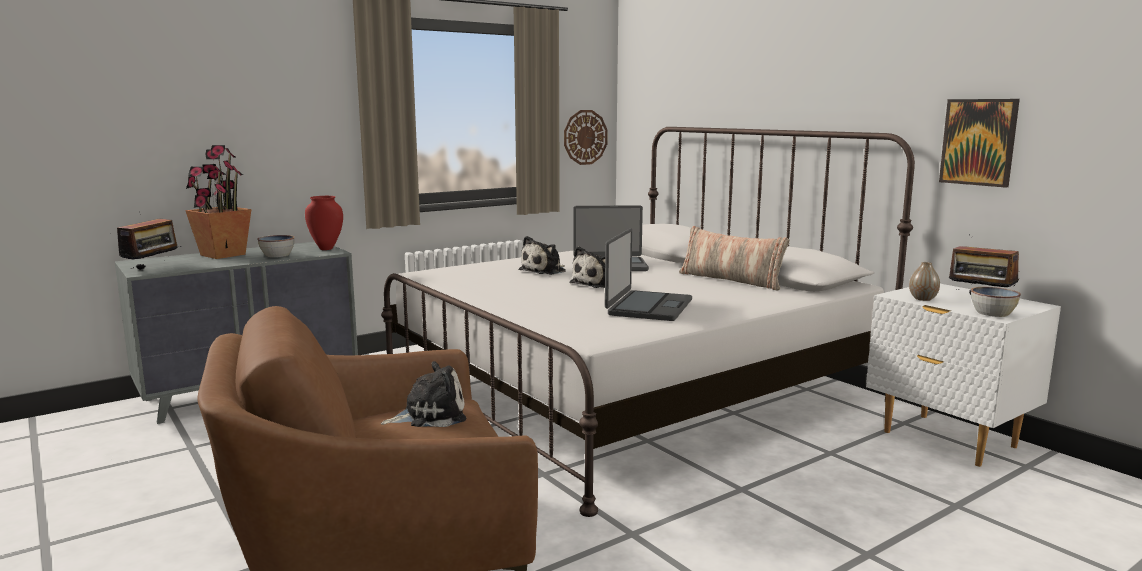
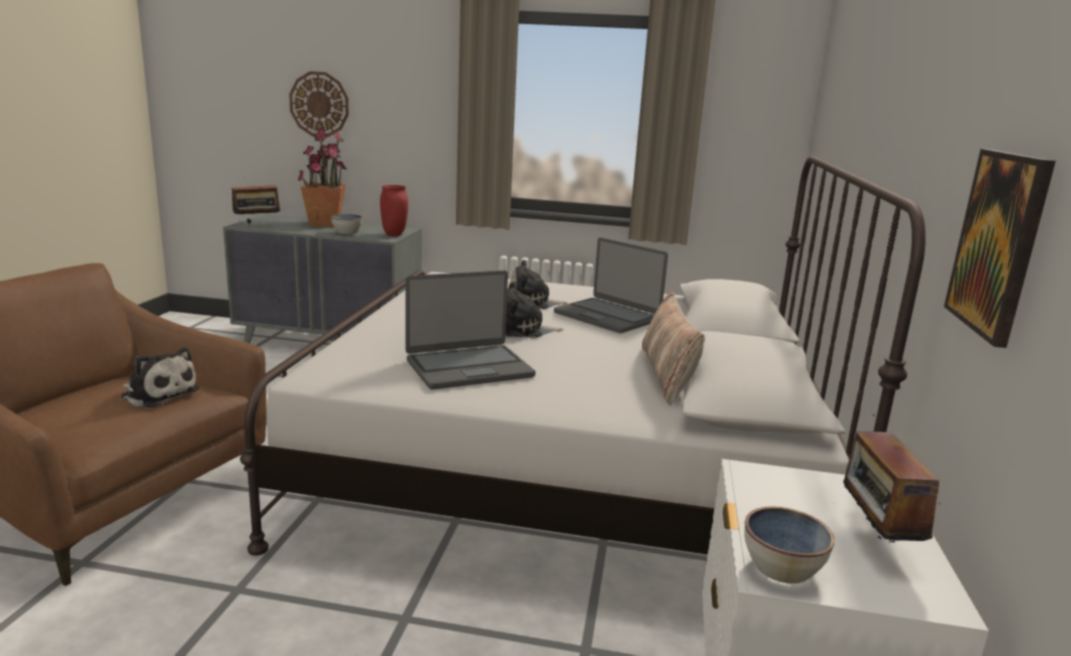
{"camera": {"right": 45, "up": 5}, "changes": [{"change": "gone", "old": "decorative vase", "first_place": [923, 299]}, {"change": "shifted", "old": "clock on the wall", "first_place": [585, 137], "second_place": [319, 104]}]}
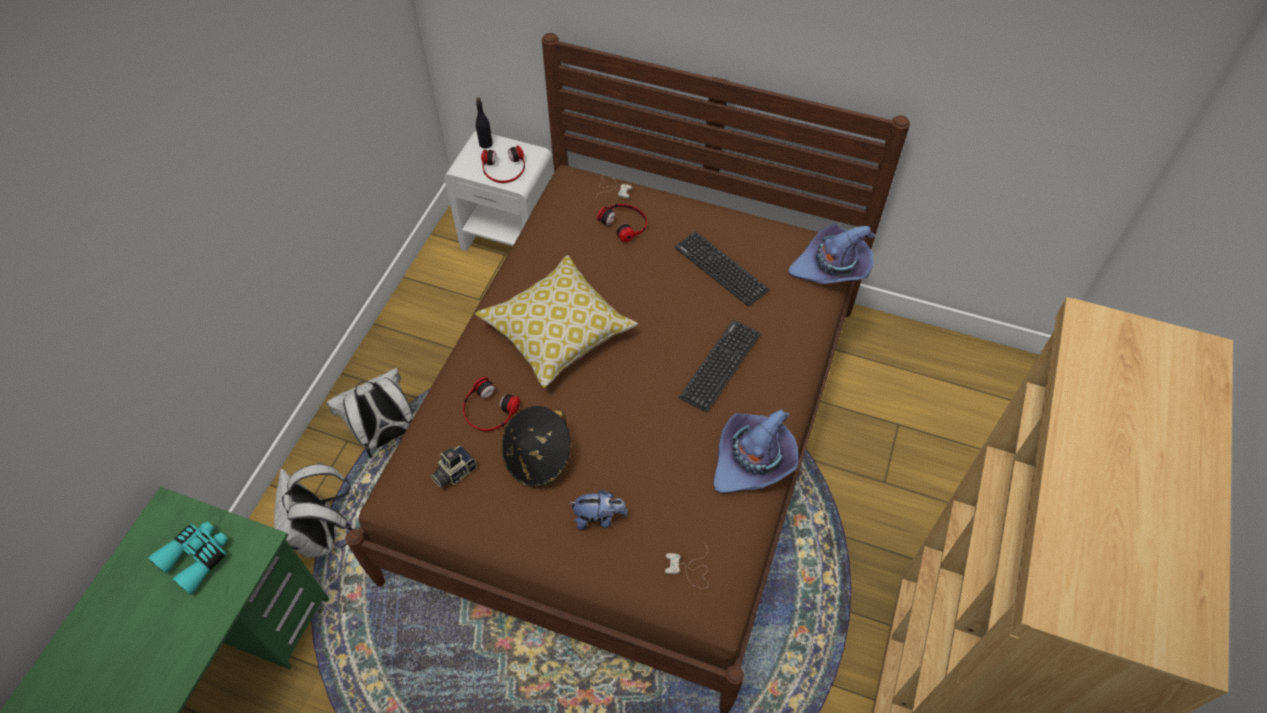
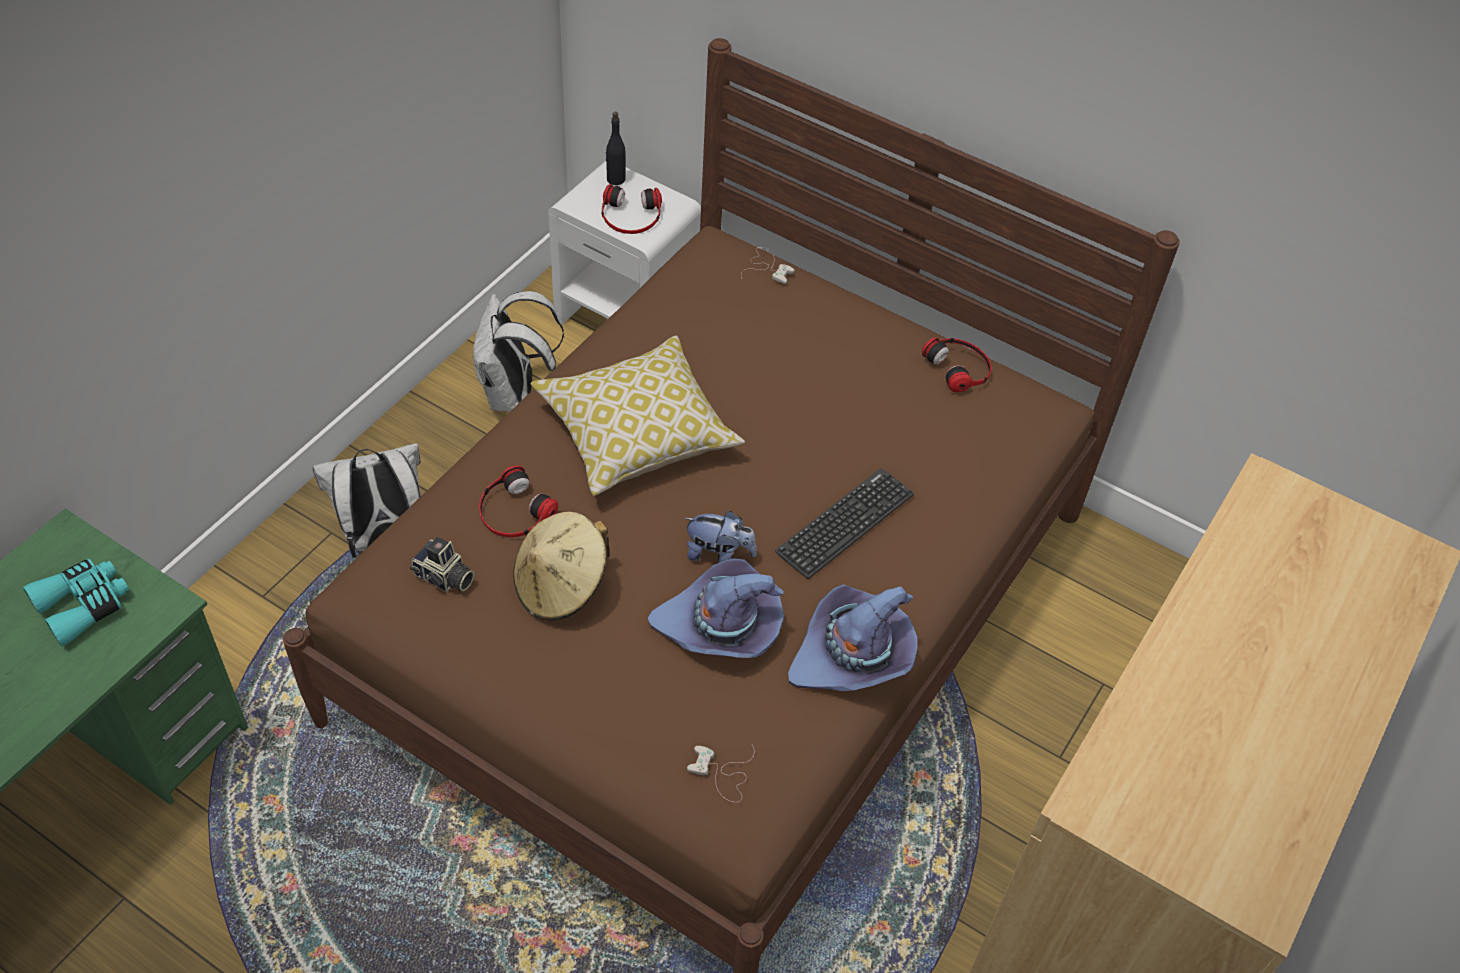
{"camera": {"right": 10, "up": -5}, "changes": [{"change": "gone", "old": "keyboard", "first_place": [721, 268]}, {"change": "shifted", "old": "white knapsack", "first_place": [322, 535], "second_place": [514, 396]}, {"change": "shifted", "old": "plush toy", "first_place": [599, 518], "second_place": [719, 554]}, {"change": "shifted", "old": "headphones", "first_place": [625, 223], "second_place": [959, 367]}, {"change": "shifted", "old": "purple wearable hat", "first_place": [832, 267], "second_place": [721, 627]}, {"change": "repainted", "old": "black wearable hat", "new": "beige-coloured wearable hat", "first_place": [538, 458], "second_place": [561, 586]}, {"change": "rotated", "old": "still camera", "first_place": [453, 472], "second_place": [444, 578], "degrees": -120}]}
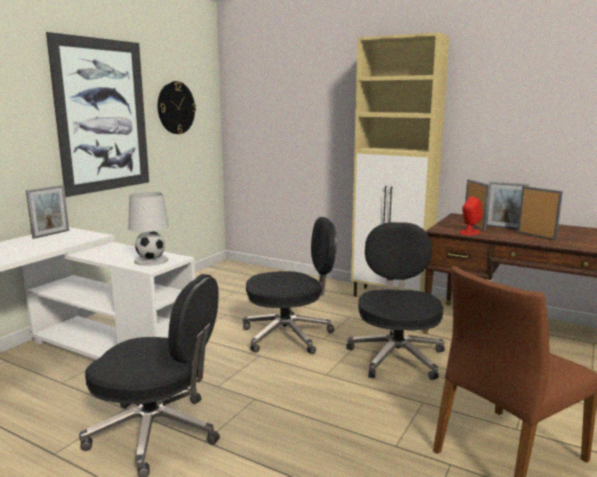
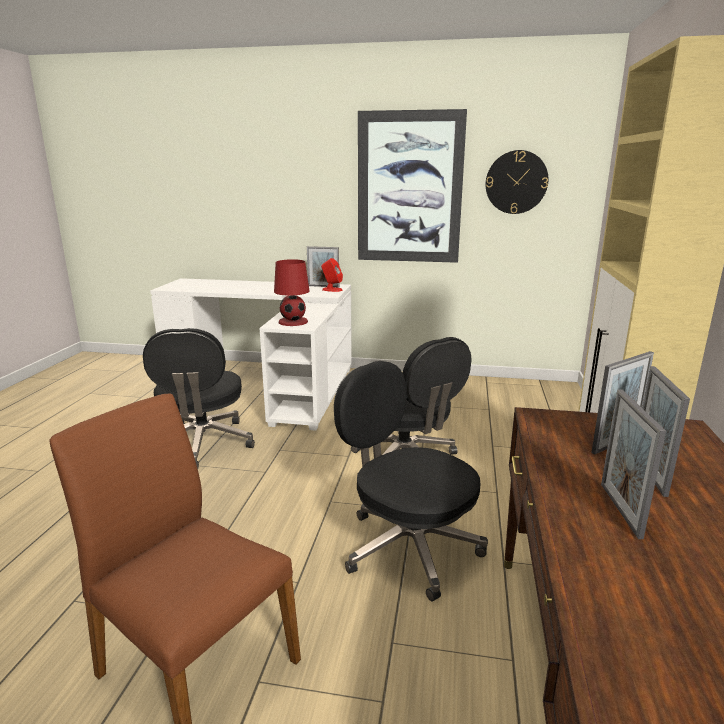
{"camera": {"right": 70, "up": 5}, "changes": [{"change": "shifted", "old": "reddish speaker", "first_place": [469, 232], "second_place": [332, 289]}, {"change": "repainted", "old": "white table lamp", "new": "reddish table lamp", "first_place": [151, 260], "second_place": [293, 322]}, {"change": "rotated", "old": "black desk chair", "first_place": [396, 356], "second_place": [408, 546], "degrees": -120}, {"change": "rotated", "old": "photo frame", "first_place": [536, 236], "second_place": [620, 509], "degrees": 150}]}
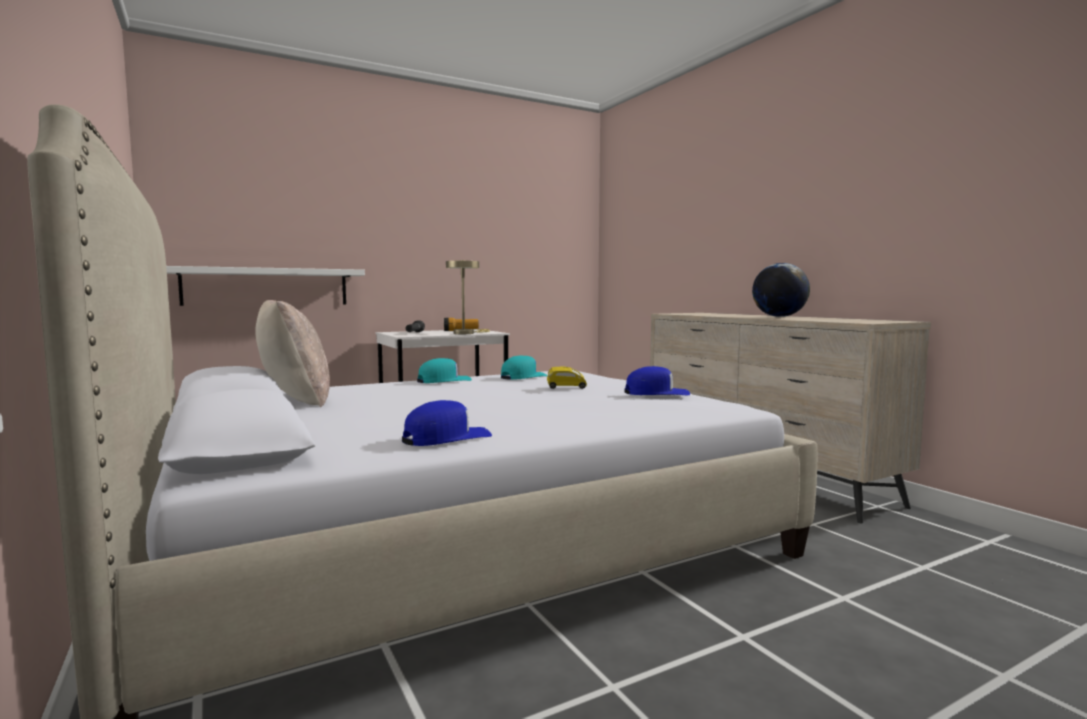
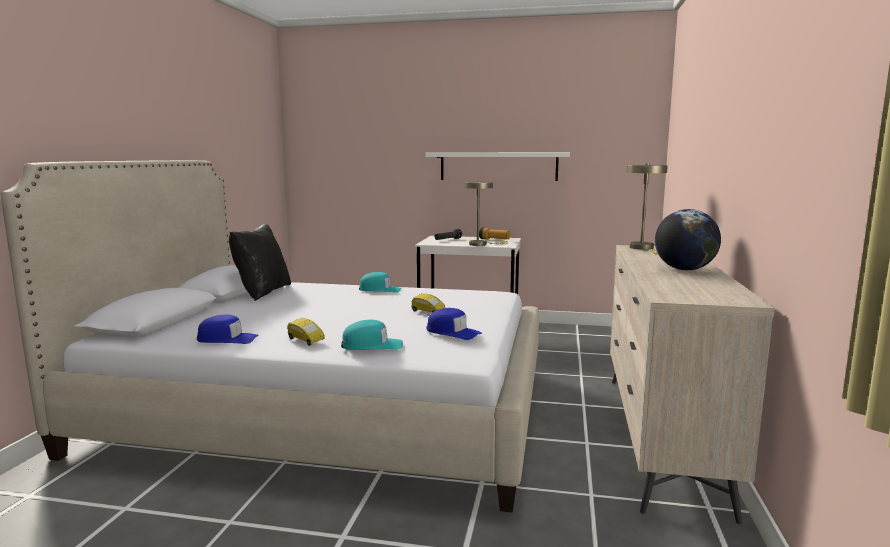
{"camera": {"right": 40, "up": 5}, "changes": [{"change": "new", "new": "yellowish toy car", "second_place": [305, 340]}, {"change": "new", "new": "beige-coloured table lamp", "second_place": [643, 248]}, {"change": "shifted", "old": "white shelf", "first_place": [267, 287], "second_place": [498, 166]}, {"change": "shifted", "old": "turquoise-coloured peaked cap", "first_place": [523, 377], "second_place": [372, 345]}, {"change": "repainted", "old": "beige-coloured pillow", "new": "black pillow", "first_place": [294, 400], "second_place": [262, 292]}]}
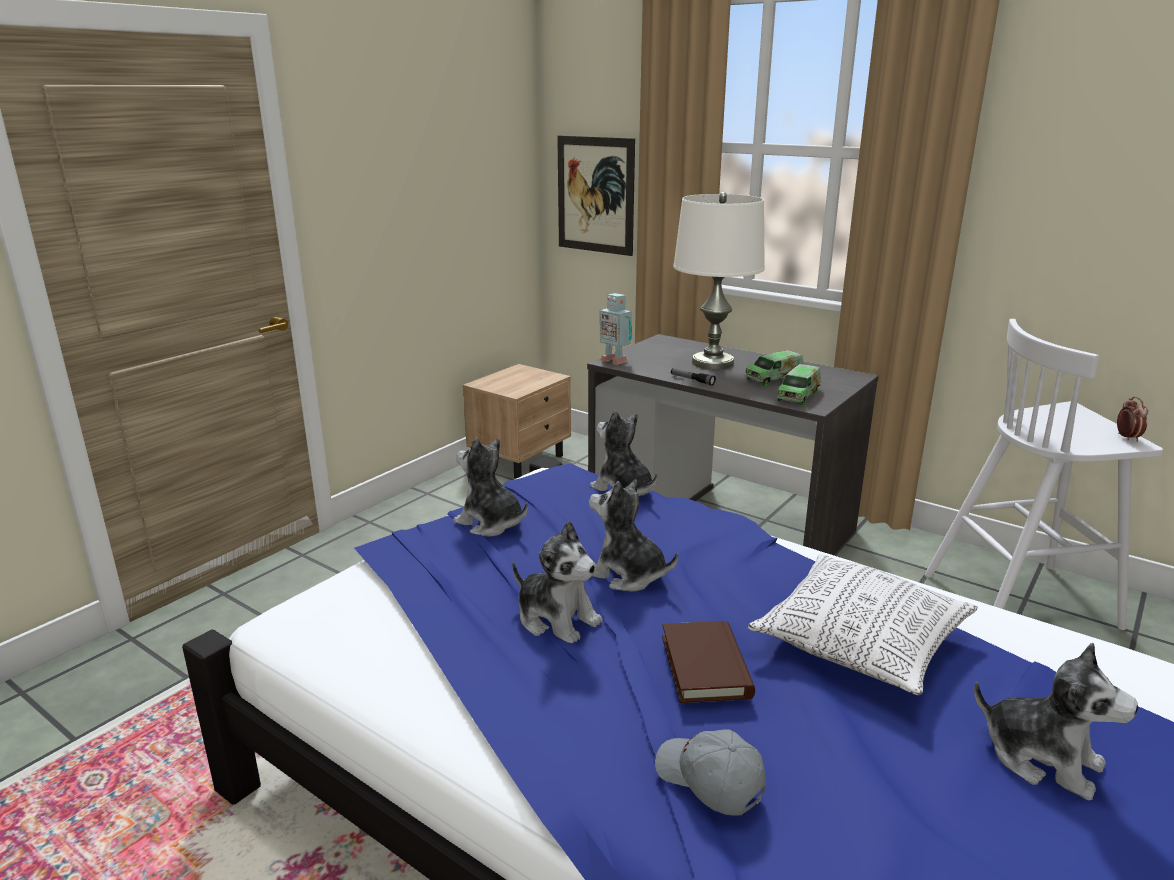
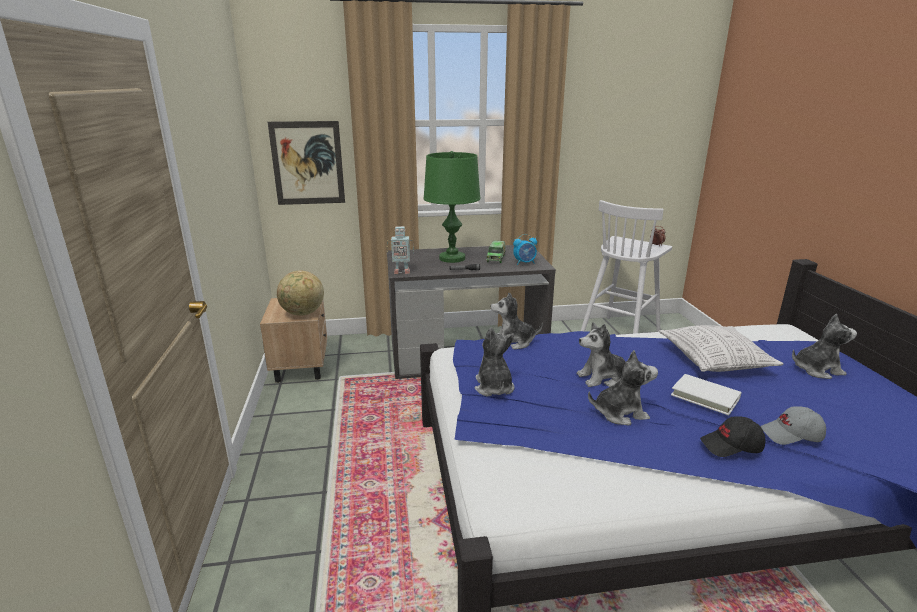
{"camera": {"right": -45, "up": 0}, "changes": [{"change": "new", "new": "world globe", "second_place": [303, 314]}, {"change": "new", "new": "black peaked cap", "second_place": [731, 446]}, {"change": "swapped", "old": "model truck", "new": "table clock", "first_place": [798, 395], "second_place": [525, 263]}, {"change": "repainted", "old": "brownish book", "new": "white book", "first_place": [705, 666], "second_place": [705, 397]}, {"change": "repainted", "old": "white table lamp", "new": "green table lamp", "first_place": [713, 363], "second_place": [452, 258]}, {"change": "rotated", "old": "plush toy", "first_place": [490, 523], "second_place": [493, 387], "degrees": 90}]}
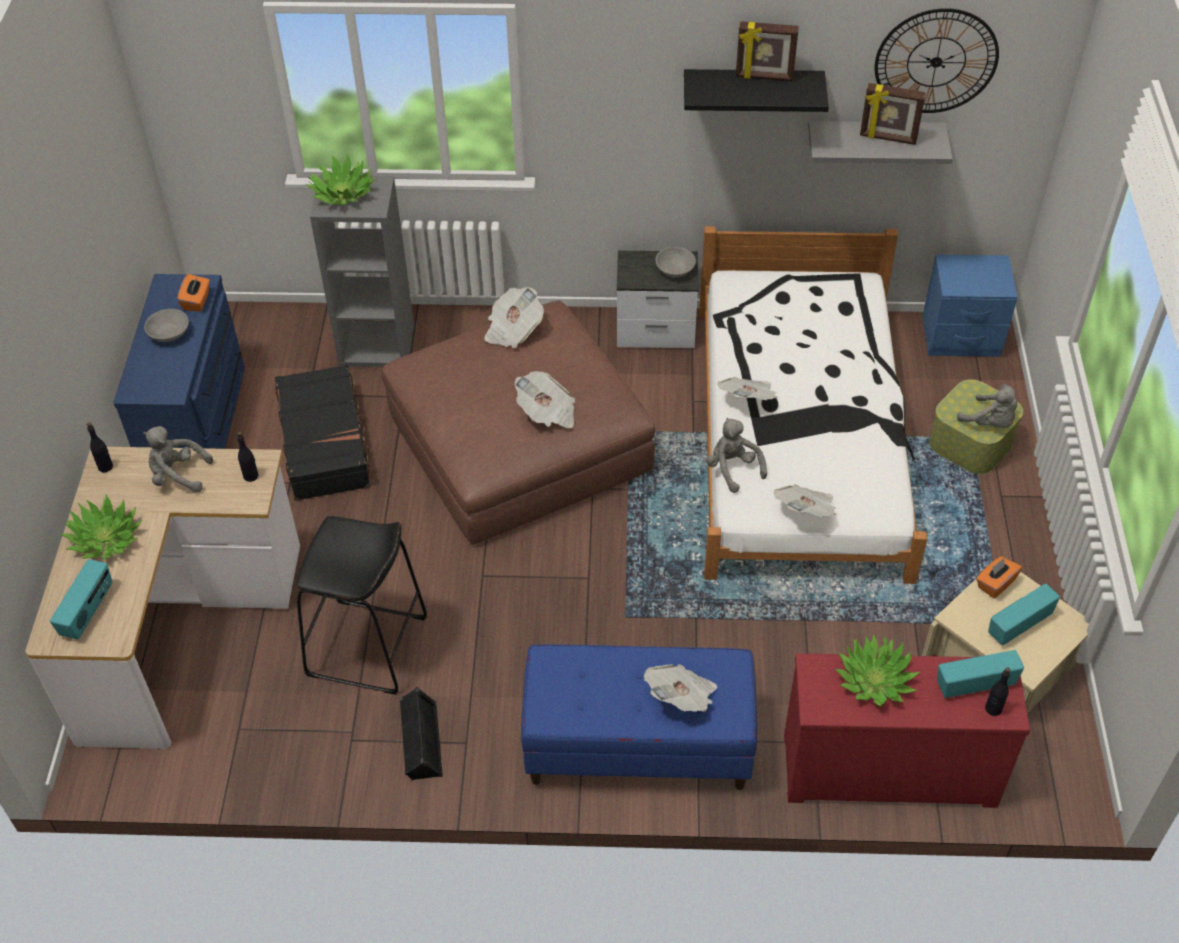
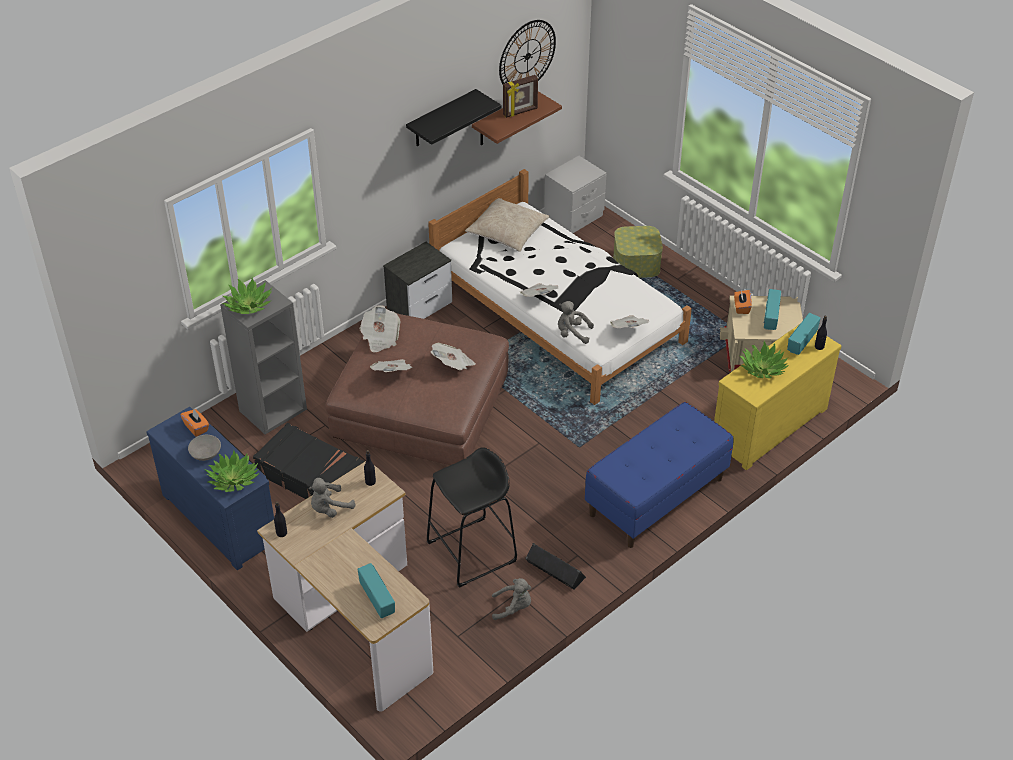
{"camera": {"right": -45, "up": -5}, "changes": [{"change": "gone", "old": "greyish serving bowl", "first_place": [675, 270]}, {"change": "gone", "old": "photo frame", "first_place": [764, 77]}, {"change": "new", "new": "beige-coloured pillow", "second_place": [507, 231]}, {"change": "shifted", "old": "houseplant", "first_place": [106, 538], "second_place": [233, 479]}, {"change": "shifted", "old": "newspaper", "first_place": [681, 697], "second_place": [392, 373]}, {"change": "shifted", "old": "greyish plush toy", "first_place": [990, 423], "second_place": [513, 607]}, {"change": "repainted", "old": "reddish chest of drawers", "new": "yellowish chest of drawers", "first_place": [888, 765], "second_place": [767, 424]}, {"change": "repainted", "old": "greyish shelf", "new": "brownish shelf", "first_place": [874, 140], "second_place": [504, 119]}, {"change": "repainted", "old": "bluish bedside table", "new": "greyish bedside table", "first_place": [961, 337], "second_place": [573, 217]}]}
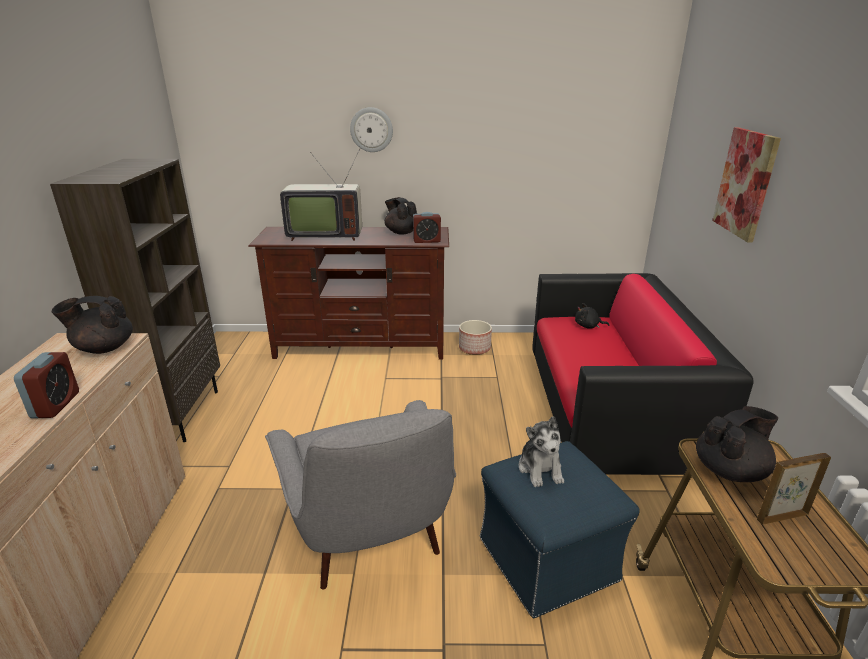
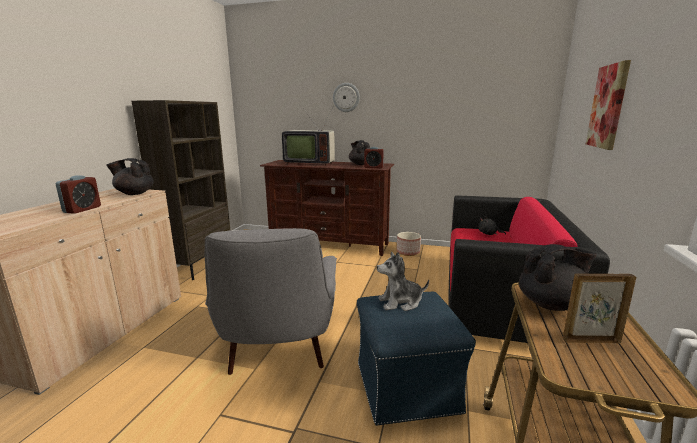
{"camera": {"right": 15, "up": -10}, "changes": [{"change": "rotated", "old": "plush toy", "first_place": [540, 469], "second_place": [400, 302], "degrees": 75}]}
